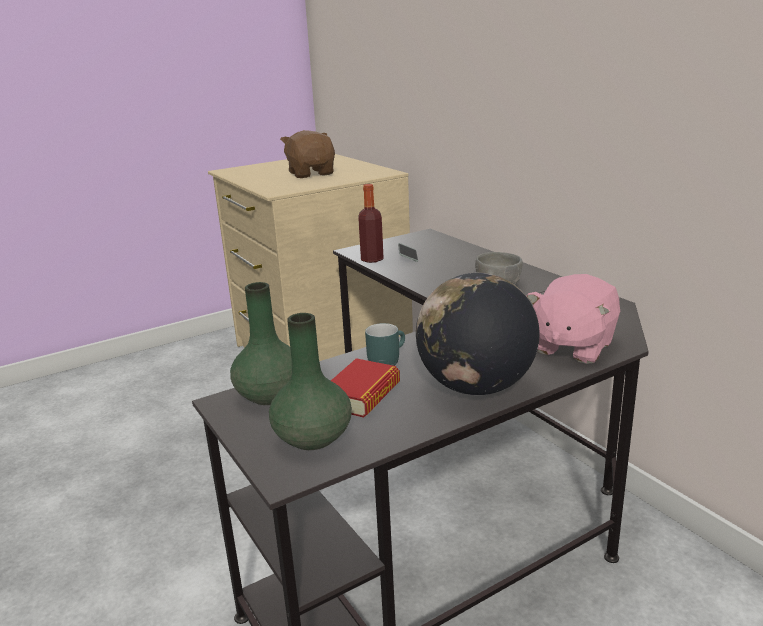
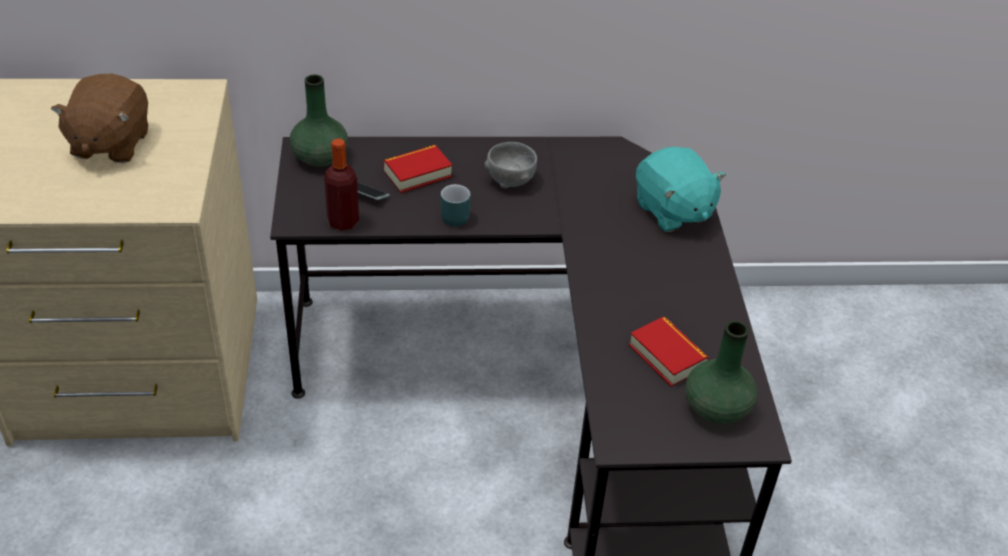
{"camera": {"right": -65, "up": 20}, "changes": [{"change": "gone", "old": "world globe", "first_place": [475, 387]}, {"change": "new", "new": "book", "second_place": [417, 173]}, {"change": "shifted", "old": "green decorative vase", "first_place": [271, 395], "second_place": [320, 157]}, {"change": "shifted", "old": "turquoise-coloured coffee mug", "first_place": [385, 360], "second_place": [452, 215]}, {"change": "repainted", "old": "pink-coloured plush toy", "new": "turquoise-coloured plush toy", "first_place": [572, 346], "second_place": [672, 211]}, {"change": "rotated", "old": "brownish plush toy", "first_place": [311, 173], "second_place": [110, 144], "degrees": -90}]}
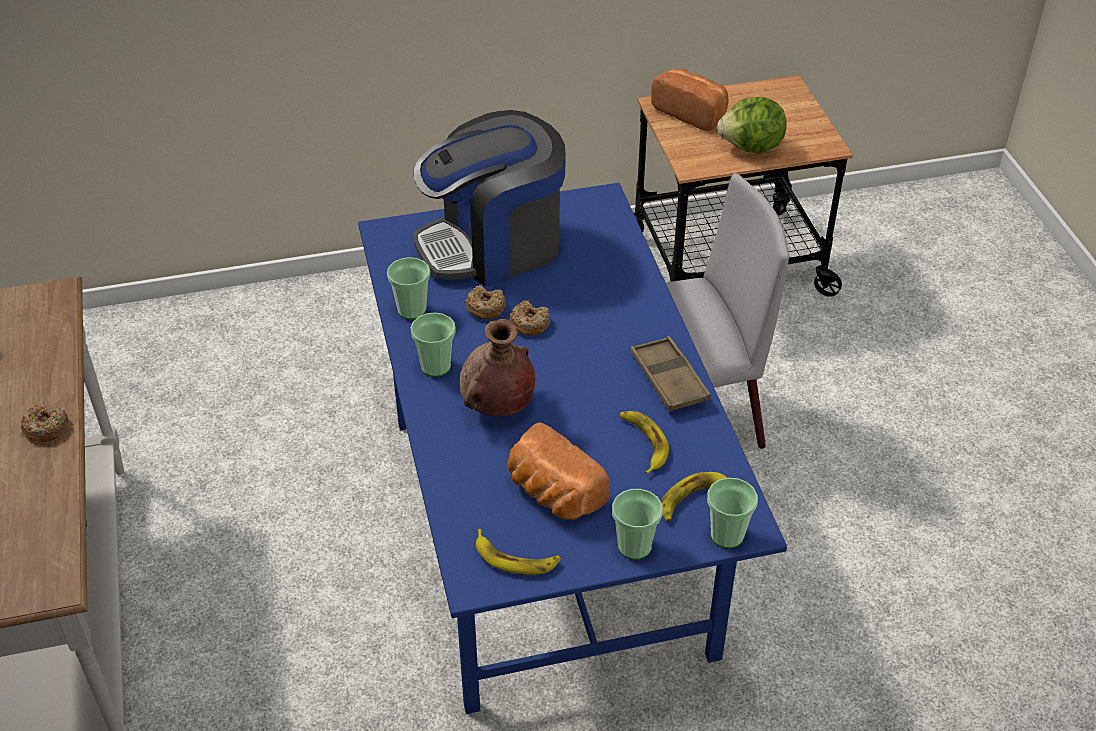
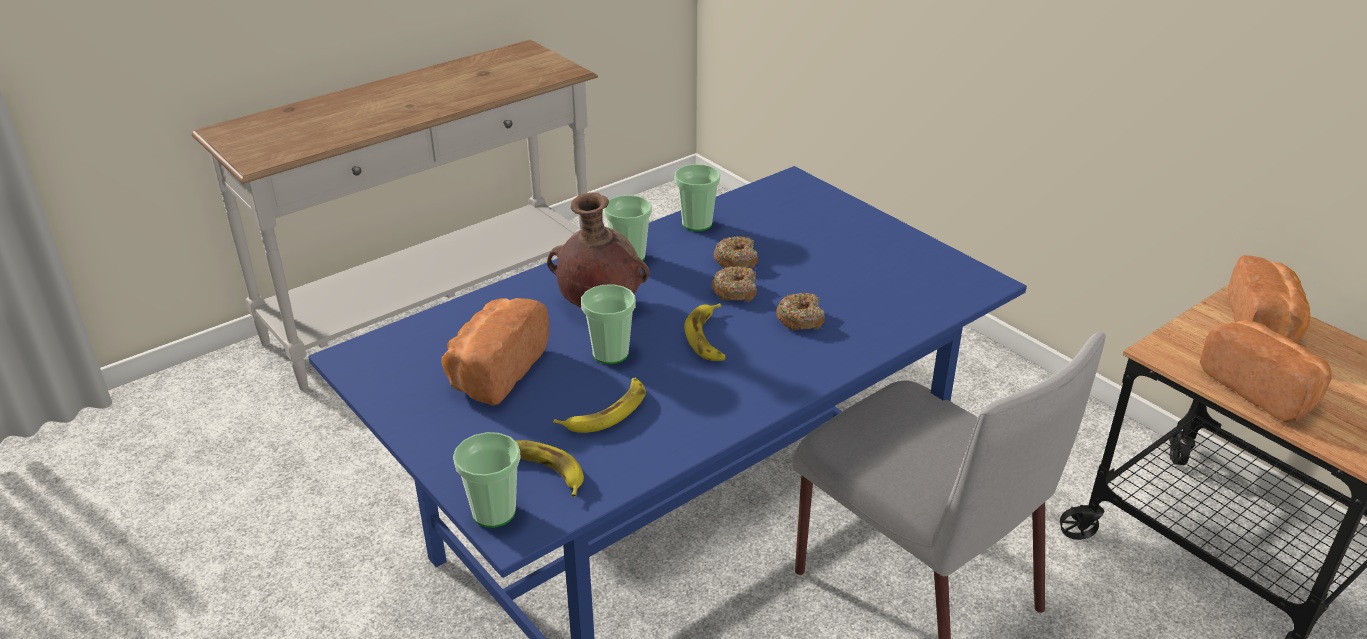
{"camera": {"right": 65, "up": -10}, "changes": [{"change": "gone", "old": "coffee machine", "first_place": [493, 245]}, {"change": "gone", "old": "brownish carrying tray", "first_place": [669, 379]}, {"change": "shifted", "old": "ring doughnut", "first_place": [46, 428], "second_place": [800, 319]}, {"change": "shifted", "old": "whole banana", "first_place": [515, 558], "second_place": [708, 338]}, {"change": "shifted", "old": "cup", "first_place": [634, 546], "second_place": [610, 353]}, {"change": "swapped", "old": "head of lettuce", "new": "bakery bread", "first_place": [752, 148], "second_place": [1262, 389]}]}
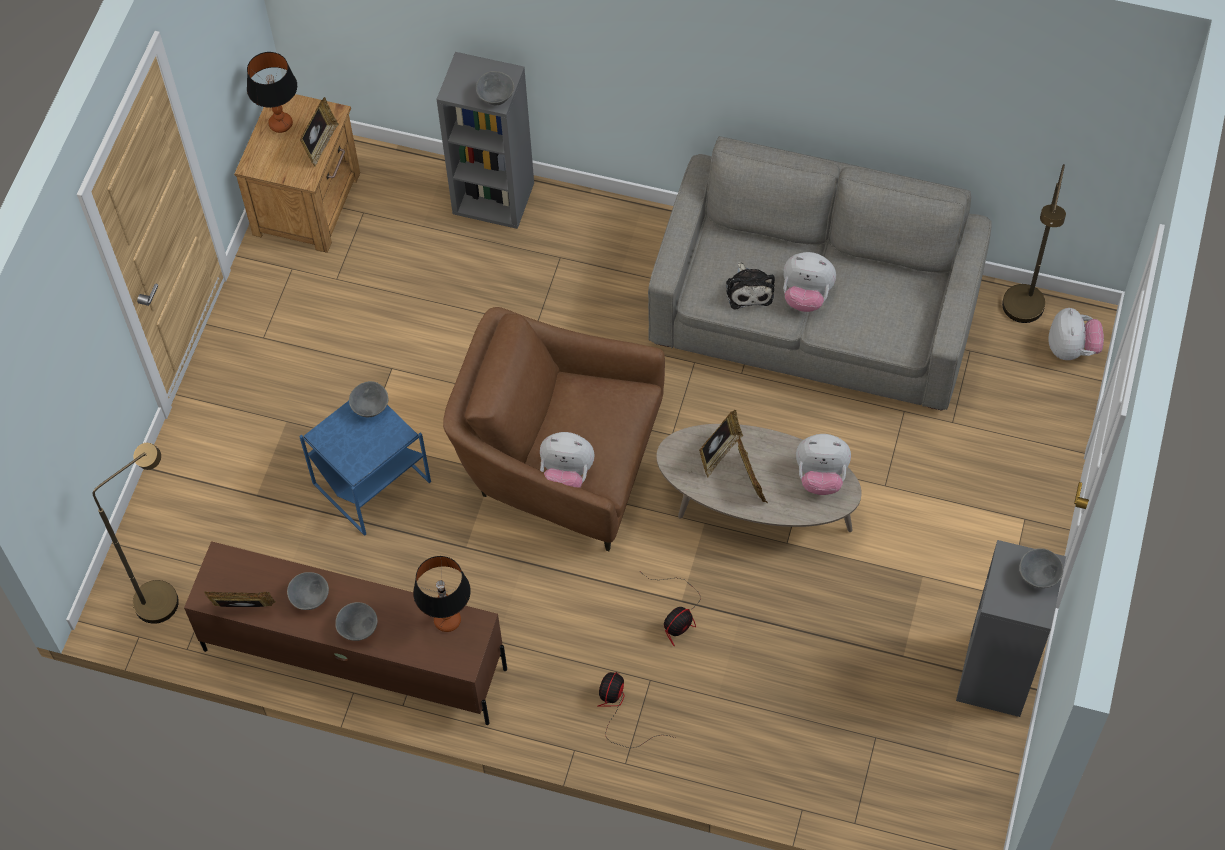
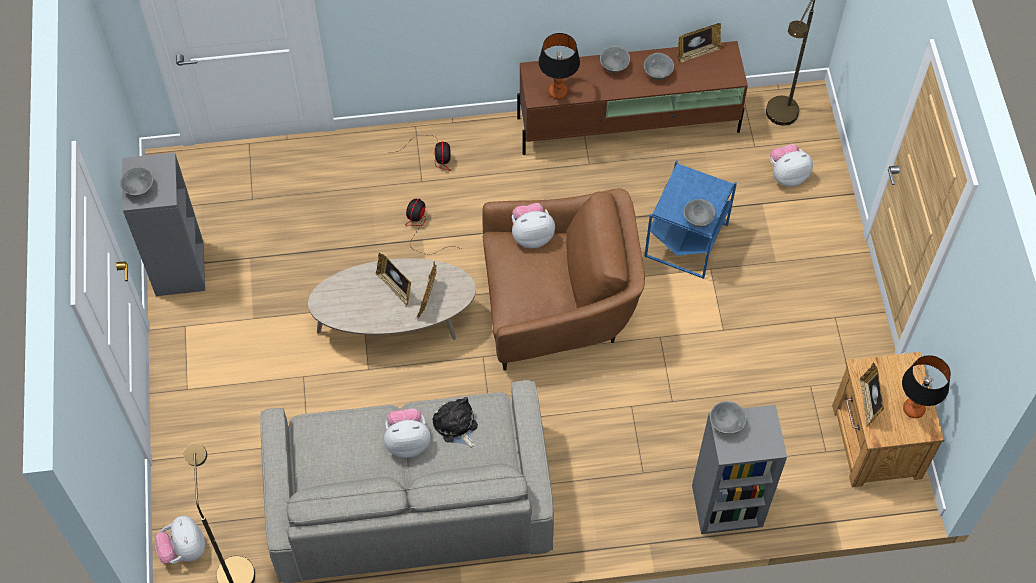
{"camera": {"right": 155, "up": 0}, "changes": [{"change": "shifted", "old": "plush toy", "first_place": [821, 476], "second_place": [787, 175]}]}
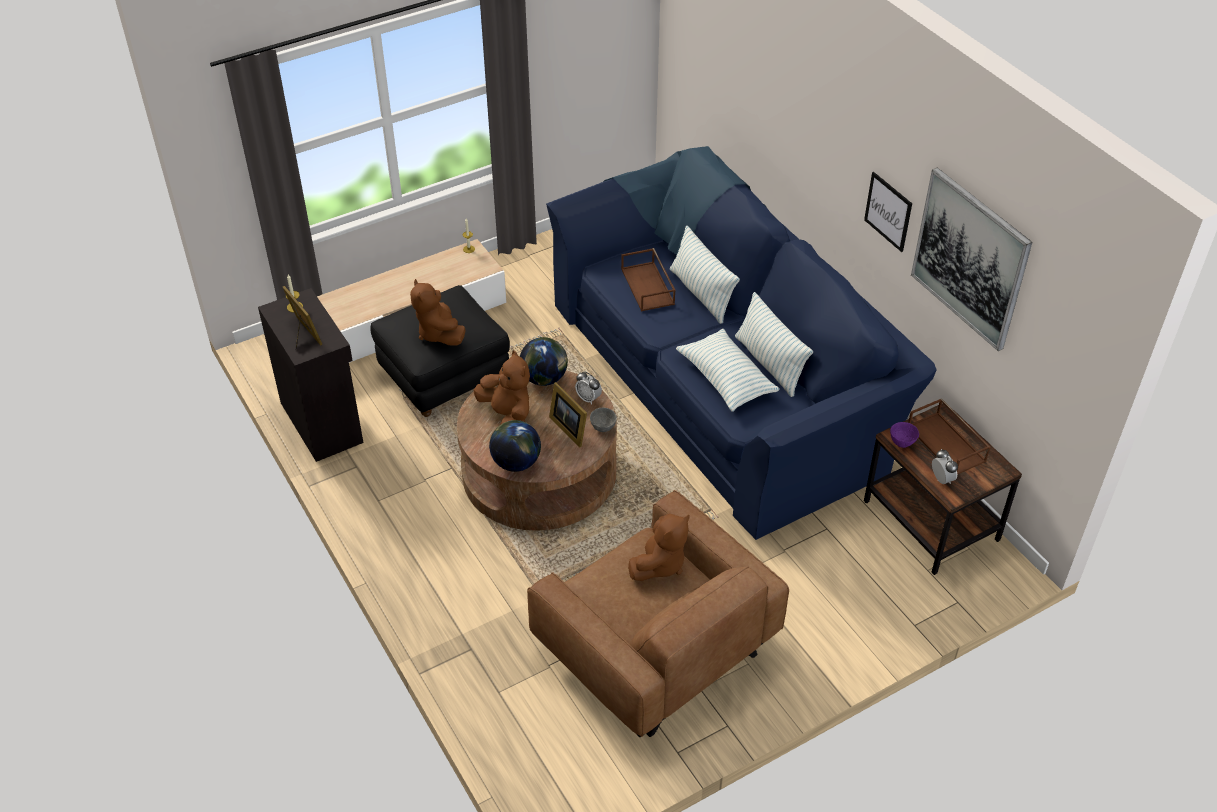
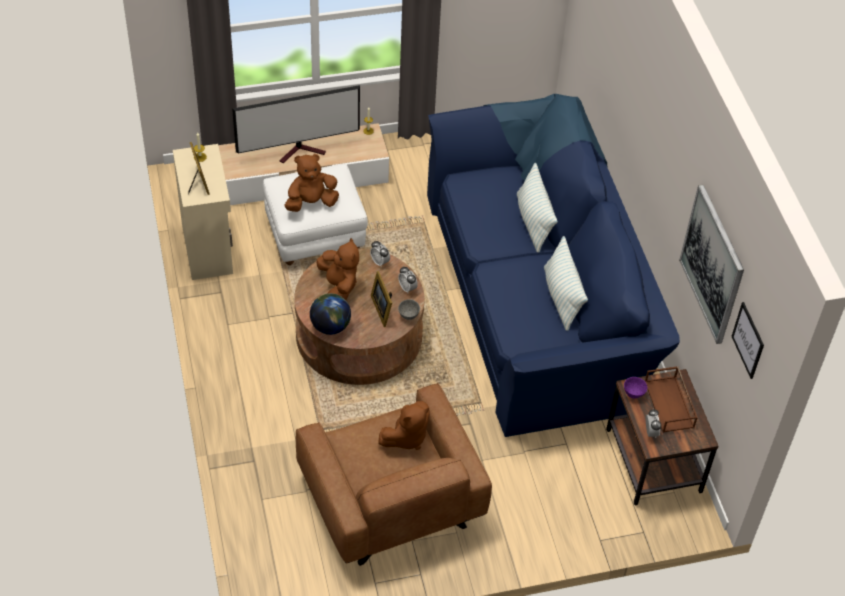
{"camera": {"right": 15, "up": 5}, "changes": [{"change": "gone", "old": "brownish carrying tray", "first_place": [648, 287]}, {"change": "gone", "old": "pillow", "first_place": [726, 380]}, {"change": "new", "new": "TV", "second_place": [302, 151]}, {"change": "shifted", "old": "wall art", "first_place": [888, 211], "second_place": [748, 340]}, {"change": "swapped", "old": "world globe", "new": "table clock", "first_place": [544, 378], "second_place": [380, 262]}, {"change": "repainted", "old": "black cabinet", "new": "beige-coloured cabinet", "first_place": [322, 421], "second_place": [208, 247]}, {"change": "repainted", "old": "black footrest", "new": "white footrest", "first_place": [444, 376], "second_place": [315, 234]}, {"change": "rotated", "old": "brownish plush toy", "first_place": [439, 333], "second_place": [311, 202], "degrees": 75}]}
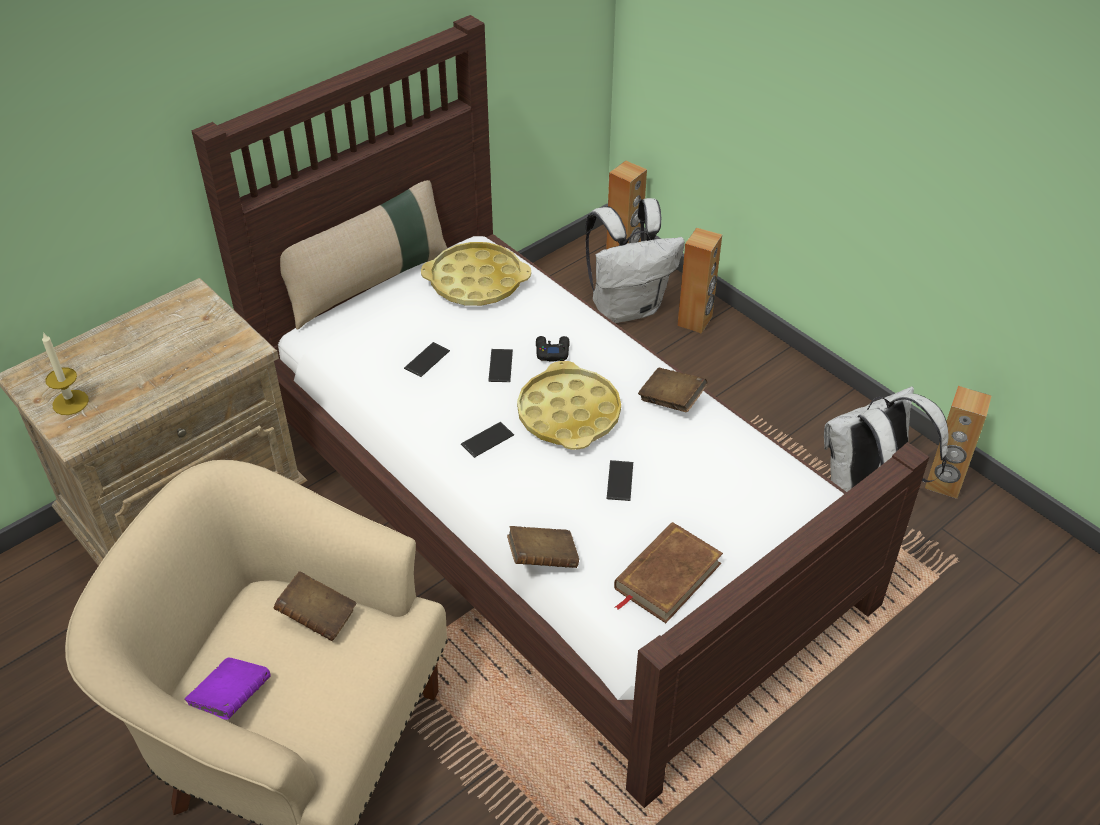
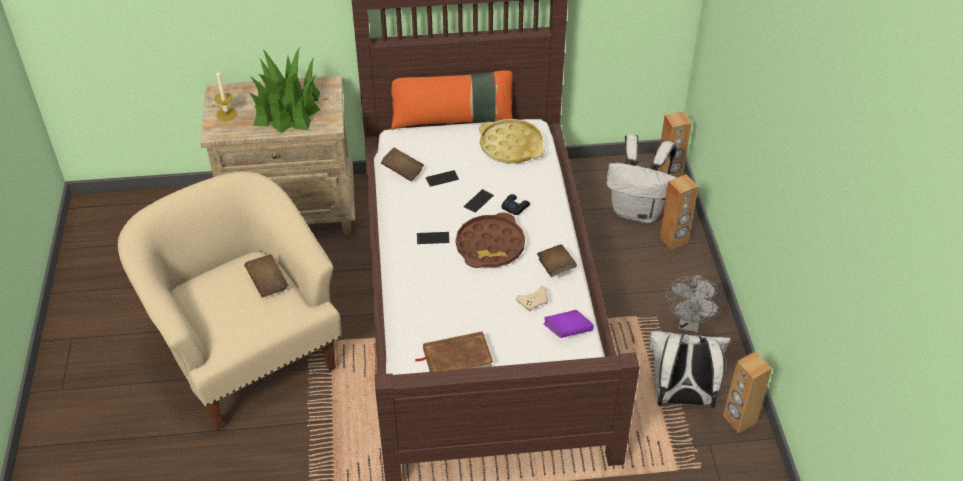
{"camera": {"right": 35, "up": 0}, "changes": [{"change": "gone", "old": "phone", "first_place": [620, 481]}, {"change": "new", "new": "houseplant", "second_place": [287, 109]}, {"change": "new", "new": "beige-coloured gamepad", "second_place": [534, 302]}, {"change": "new", "new": "greyish electric fan", "second_place": [689, 324]}, {"change": "shifted", "old": "purple book", "first_place": [231, 699], "second_place": [567, 331]}, {"change": "shifted", "old": "brownish book", "first_place": [543, 558], "second_place": [402, 172]}, {"change": "repainted", "old": "beige-coloured pillow", "new": "orange pillow", "first_place": [368, 283], "second_place": [453, 120]}, {"change": "repainted", "old": "yellowish carrying tray", "new": "brownish carrying tray", "first_place": [569, 414], "second_place": [490, 246]}]}
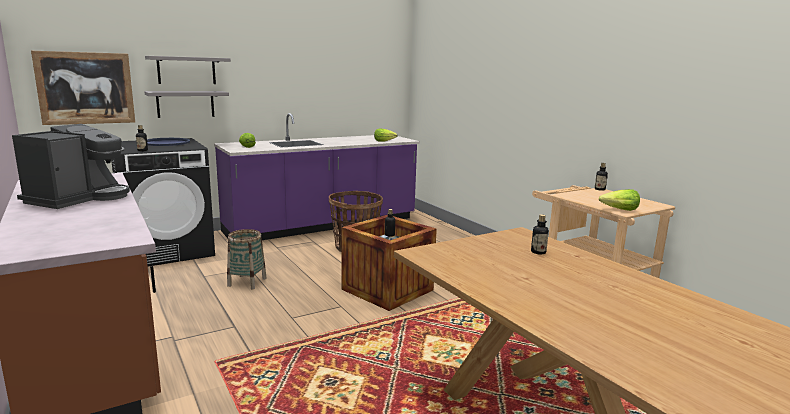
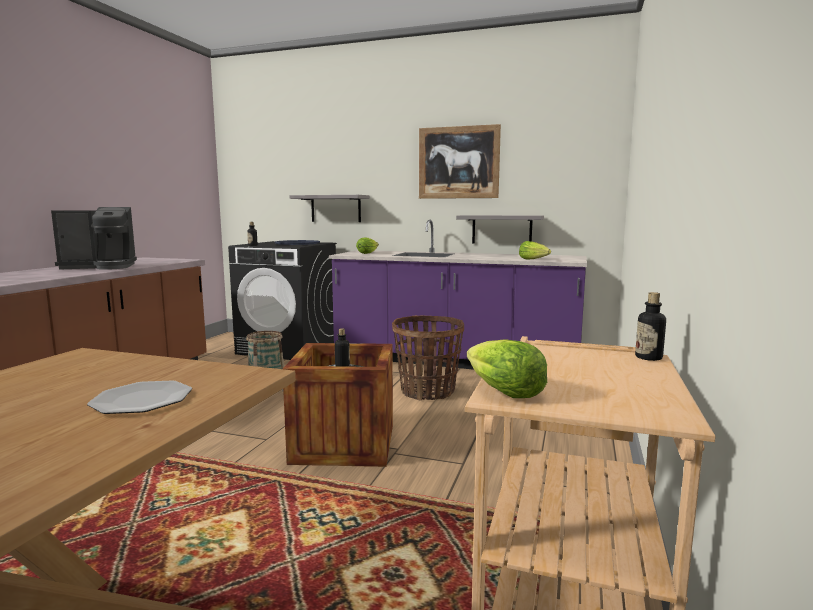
{"camera": {"right": 50, "up": -5}, "changes": [{"change": "shifted", "old": "wall art", "first_place": [86, 88], "second_place": [458, 162]}, {"change": "shifted", "old": "greyish shelf", "first_place": [186, 70], "second_place": [501, 229]}, {"change": "swapped", "old": "beverage bottle", "new": "flat dish", "first_place": [538, 252], "second_place": [142, 400]}]}
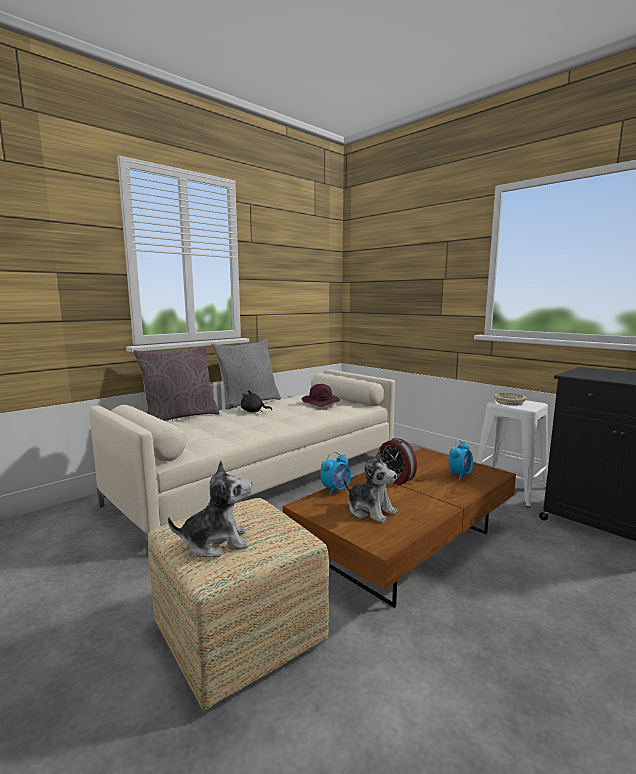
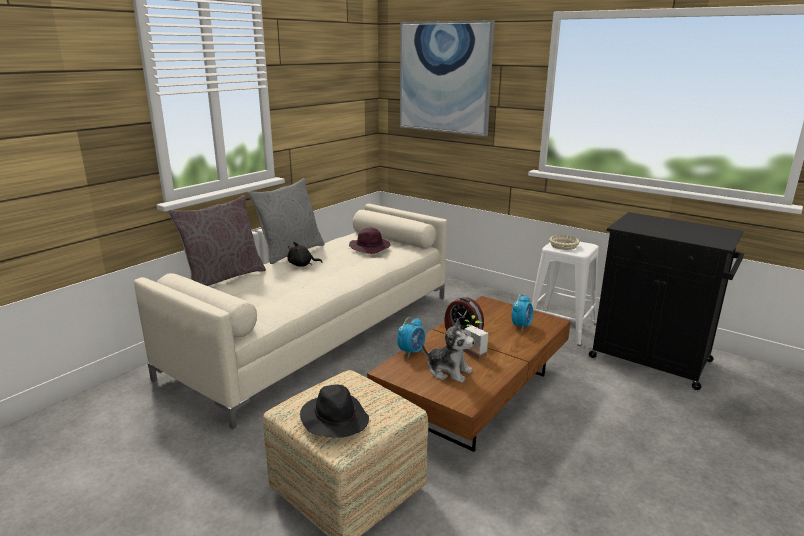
{"camera": {"right": -10, "up": 10}, "changes": [{"change": "new", "new": "wall art", "second_place": [444, 78]}, {"change": "new", "new": "houseplant", "second_place": [471, 355]}, {"change": "swapped", "old": "plush toy", "new": "black wearable hat", "first_place": [216, 543], "second_place": [334, 419]}]}
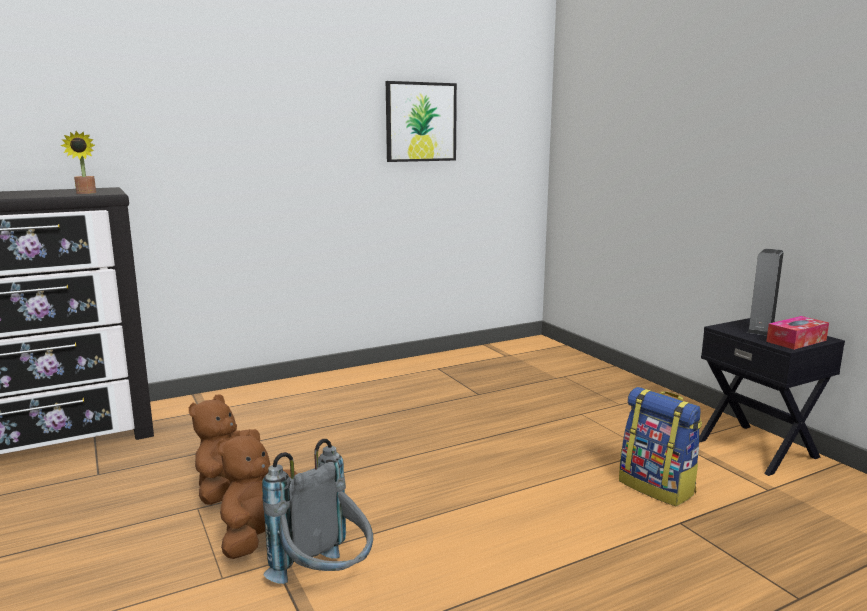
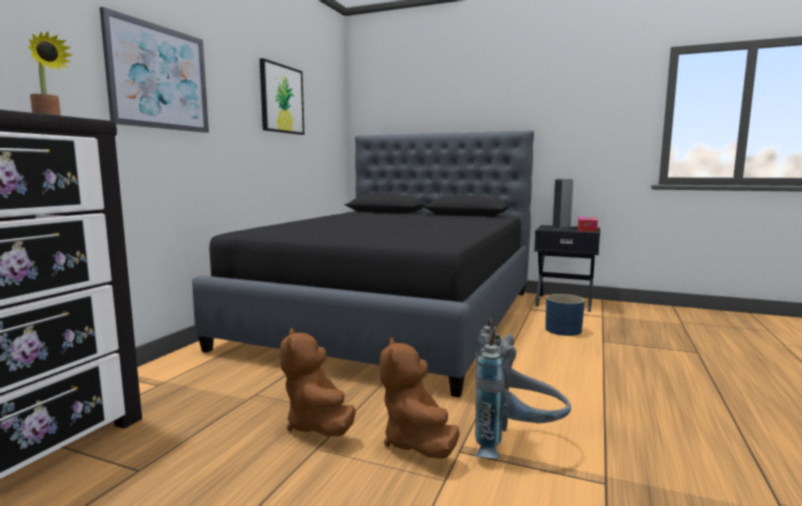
{"camera": {"right": -40, "up": -5}, "changes": [{"change": "new", "new": "wall art", "second_place": [159, 78]}, {"change": "new", "new": "black bedroom bed", "second_place": [393, 317]}, {"change": "swapped", "old": "knapsack", "new": "bluish planter", "first_place": [657, 487], "second_place": [563, 330]}]}
